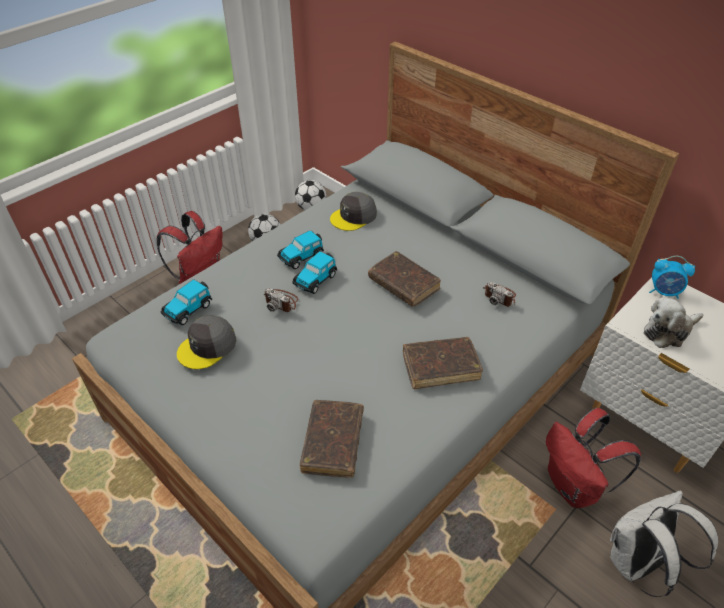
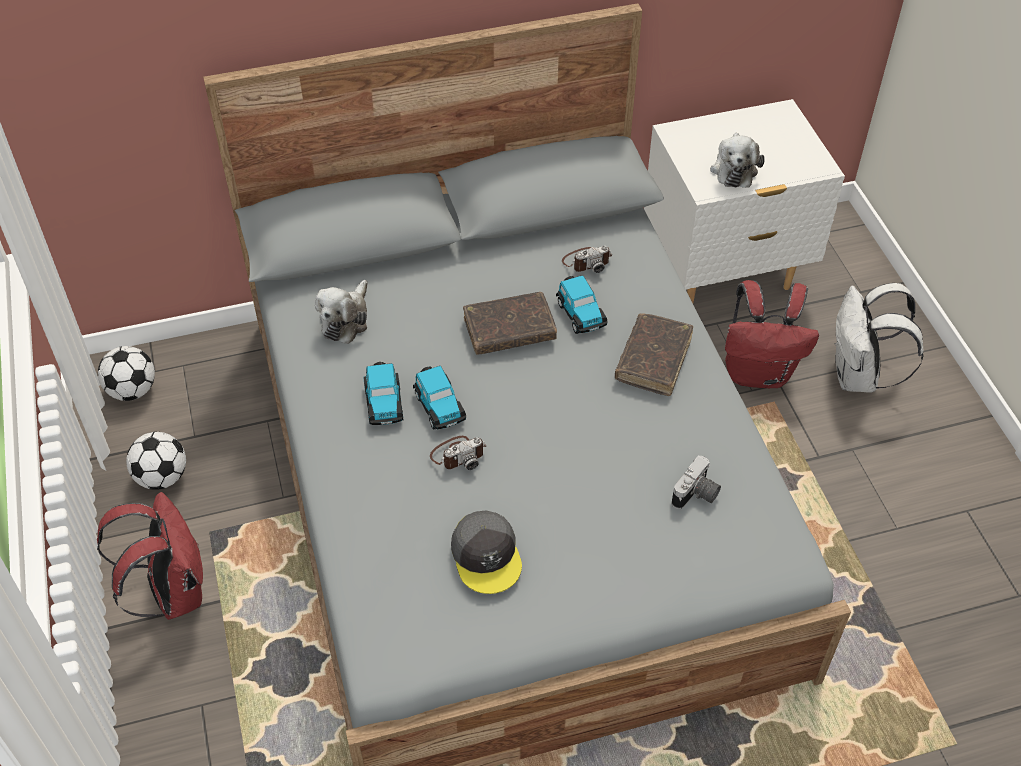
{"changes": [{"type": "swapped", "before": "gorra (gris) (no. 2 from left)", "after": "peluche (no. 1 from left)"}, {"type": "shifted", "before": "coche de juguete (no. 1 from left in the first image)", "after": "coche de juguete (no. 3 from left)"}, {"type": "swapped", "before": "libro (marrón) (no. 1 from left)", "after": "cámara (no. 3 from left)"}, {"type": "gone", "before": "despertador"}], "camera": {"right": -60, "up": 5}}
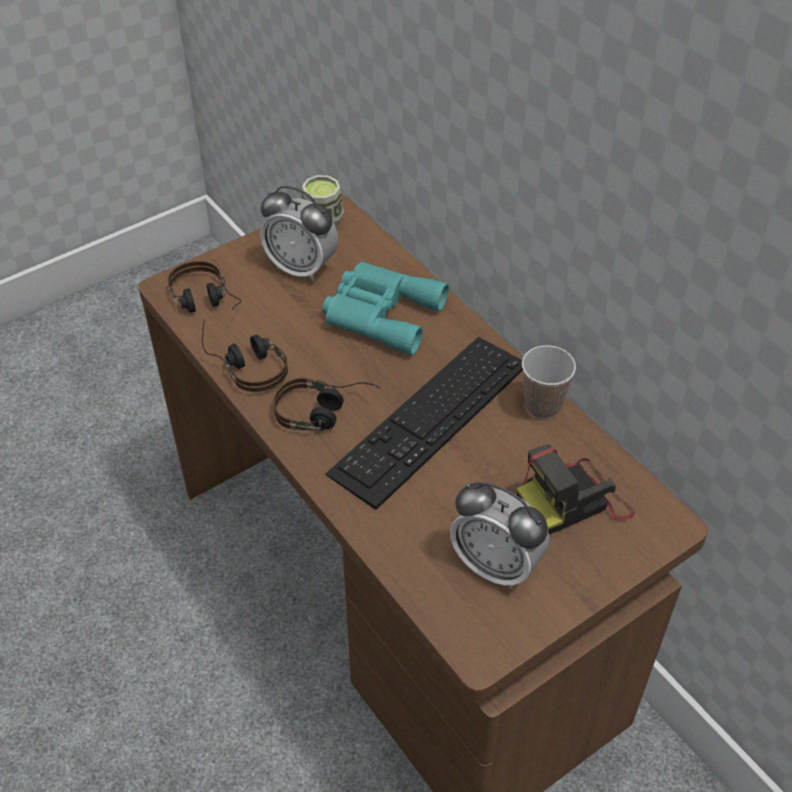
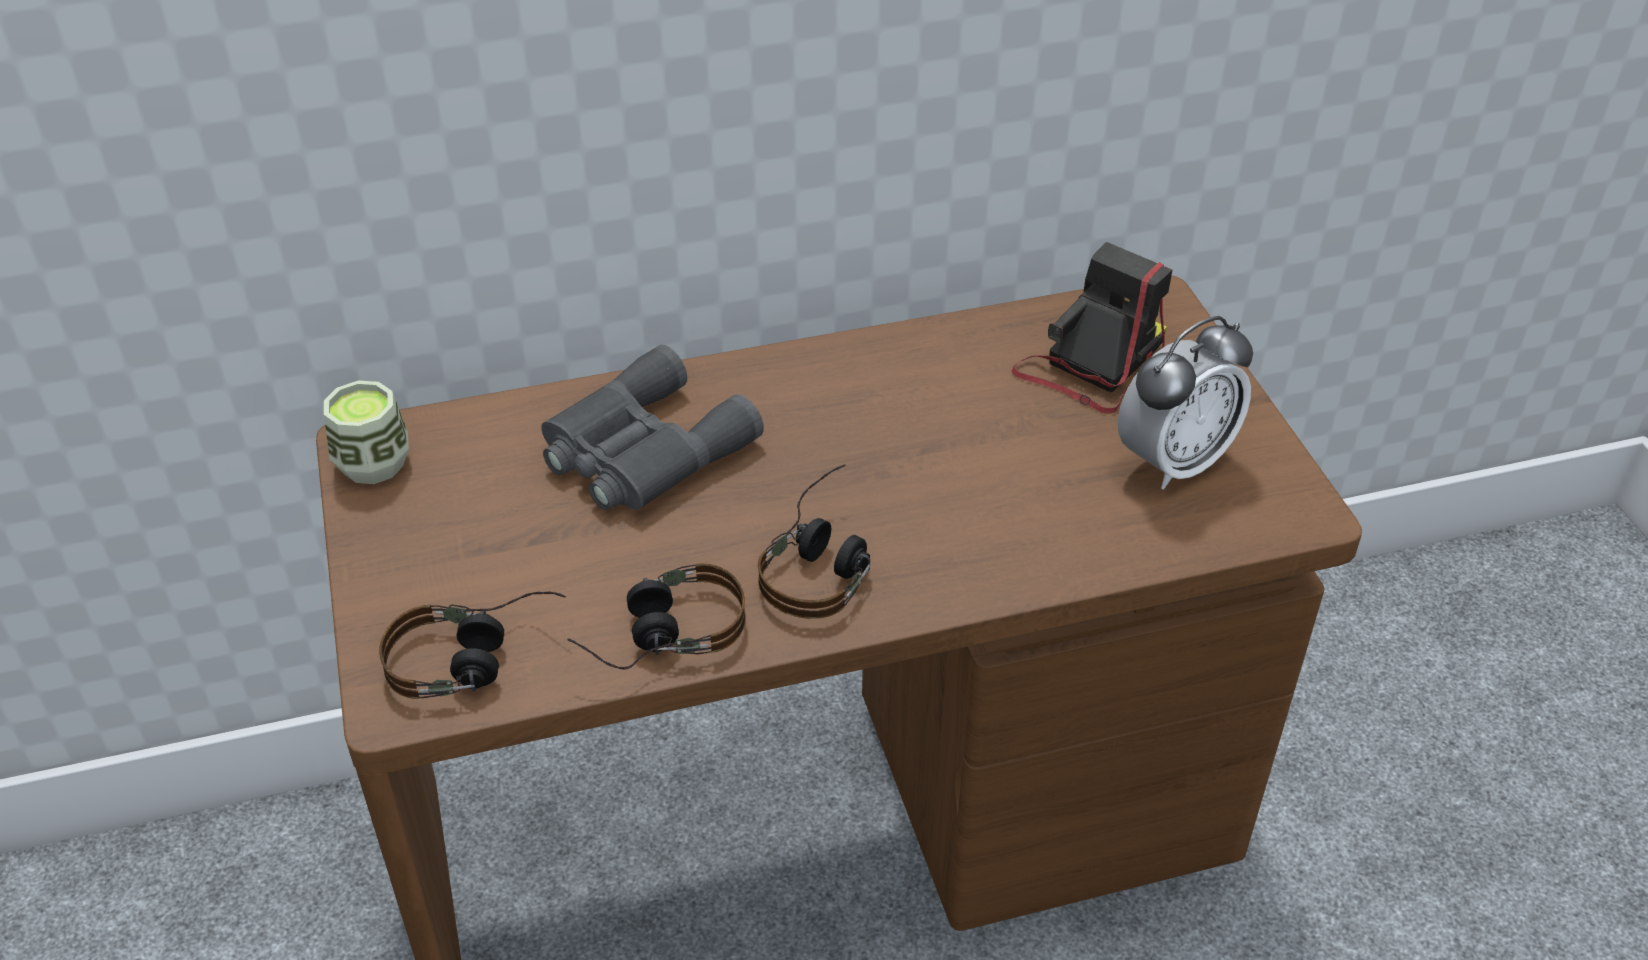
{"changes": [{"type": "repainted", "before": "prismáticos (turquesa)", "after": "prismáticos (gris)"}, {"type": "rotated", "before": "cámara", "turn": -135}, {"type": "gone", "before": "despertador (no. 1 from left)"}, {"type": "gone", "before": "teclado"}, {"type": "gone", "before": "taza (no. 2 from left)"}], "camera": {"right": -70, "up": -5}}
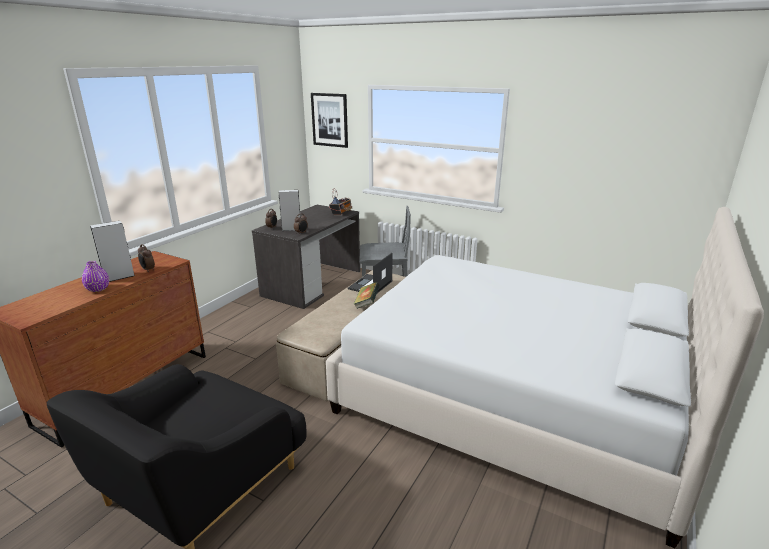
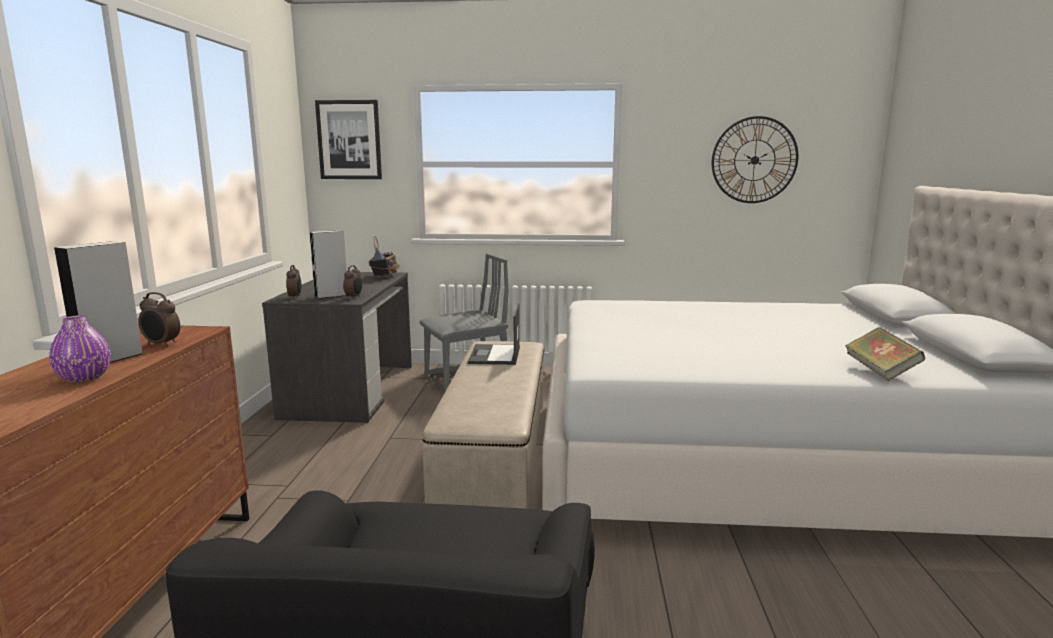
{"changes": [{"type": "new", "after": "reloj de pared"}, {"type": "shifted", "before": "libro"}], "camera": {"right": -25, "up": -10}}
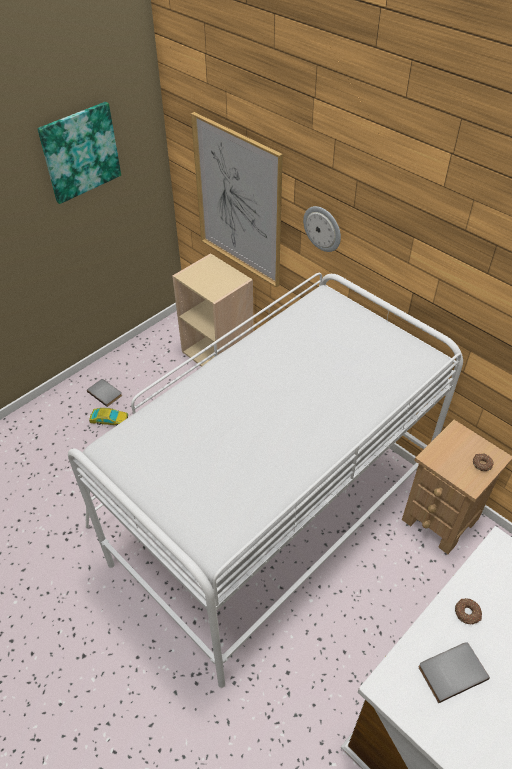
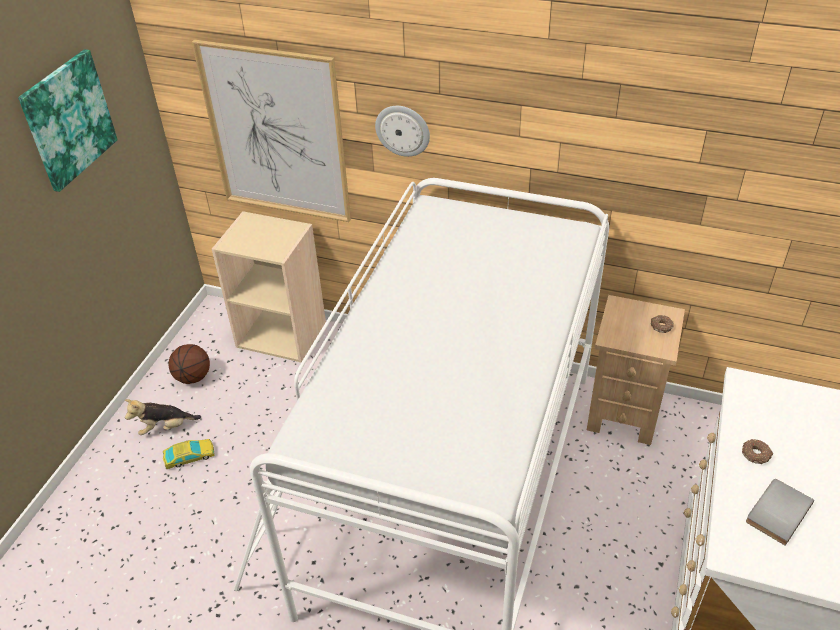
{"changes": [{"type": "swapped", "before": "libro (gris) (no. 1 from left)", "after": "peluche"}, {"type": "new", "after": "balón de baloncesto"}], "camera": {"right": -25, "up": -5}}
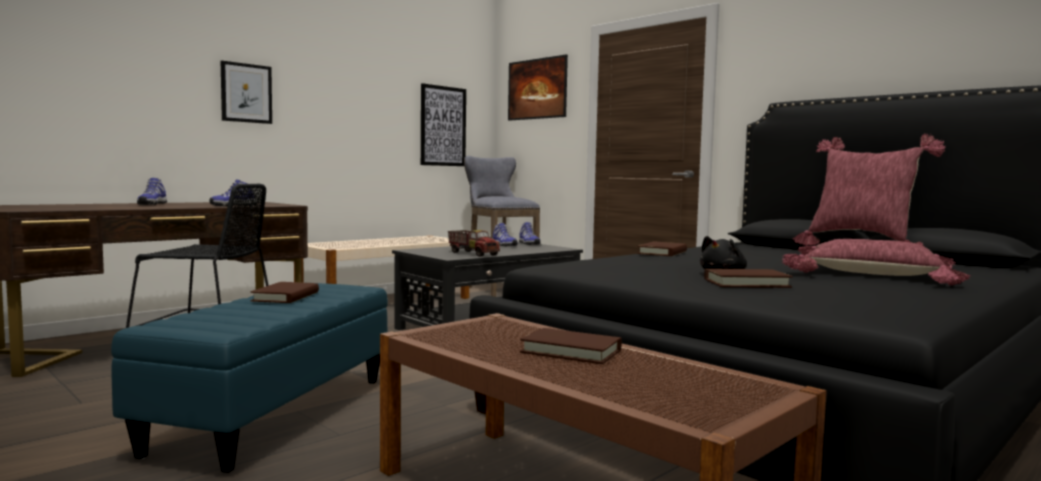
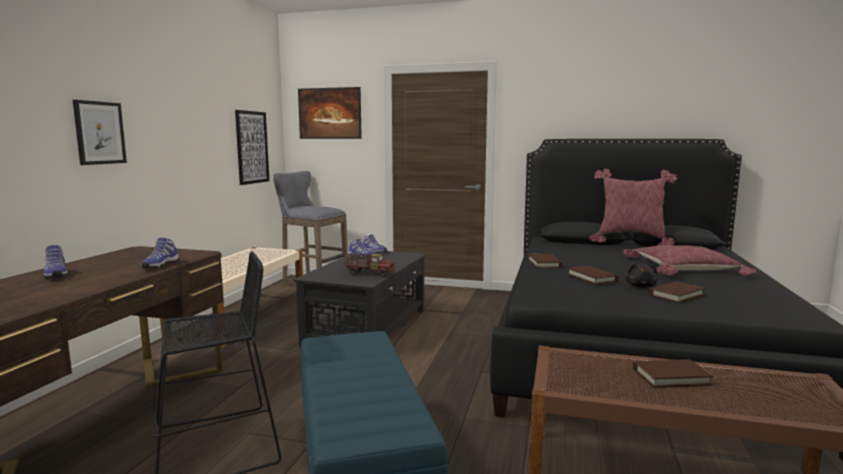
{"changes": [{"type": "shifted", "before": "libro (marrón) (no. 1 from left in the first image)", "after": "libro (marrón) (no. 2 from left)"}], "camera": {"right": -30, "up": 5}}
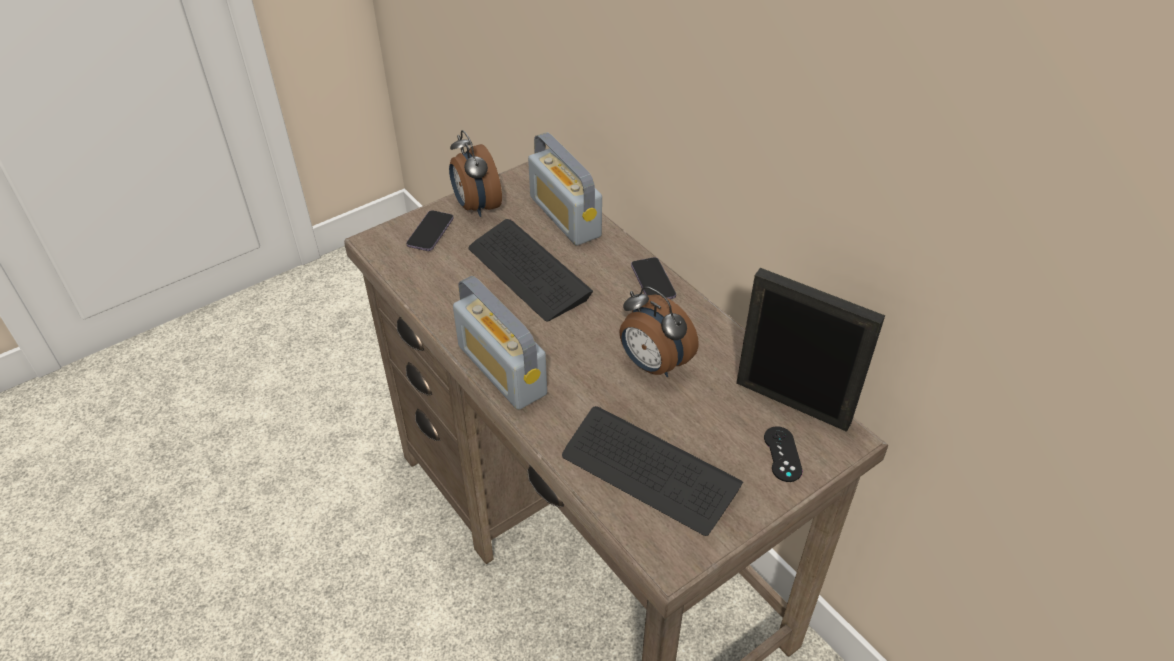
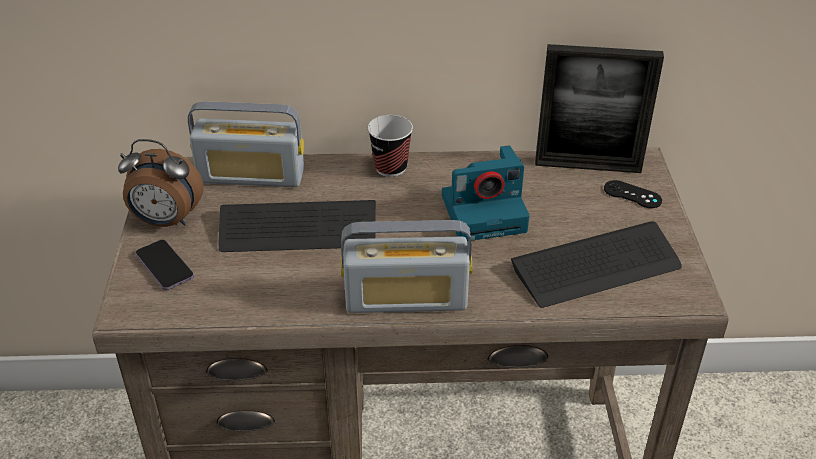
{"changes": [{"type": "swapped", "before": "móvil (no. 2 from left)", "after": "taza"}, {"type": "swapped", "before": "despertador (no. 2 from left)", "after": "cámara"}, {"type": "rotated", "before": "portarretratos", "turn": -150}], "camera": {"right": -55, "up": -5}}
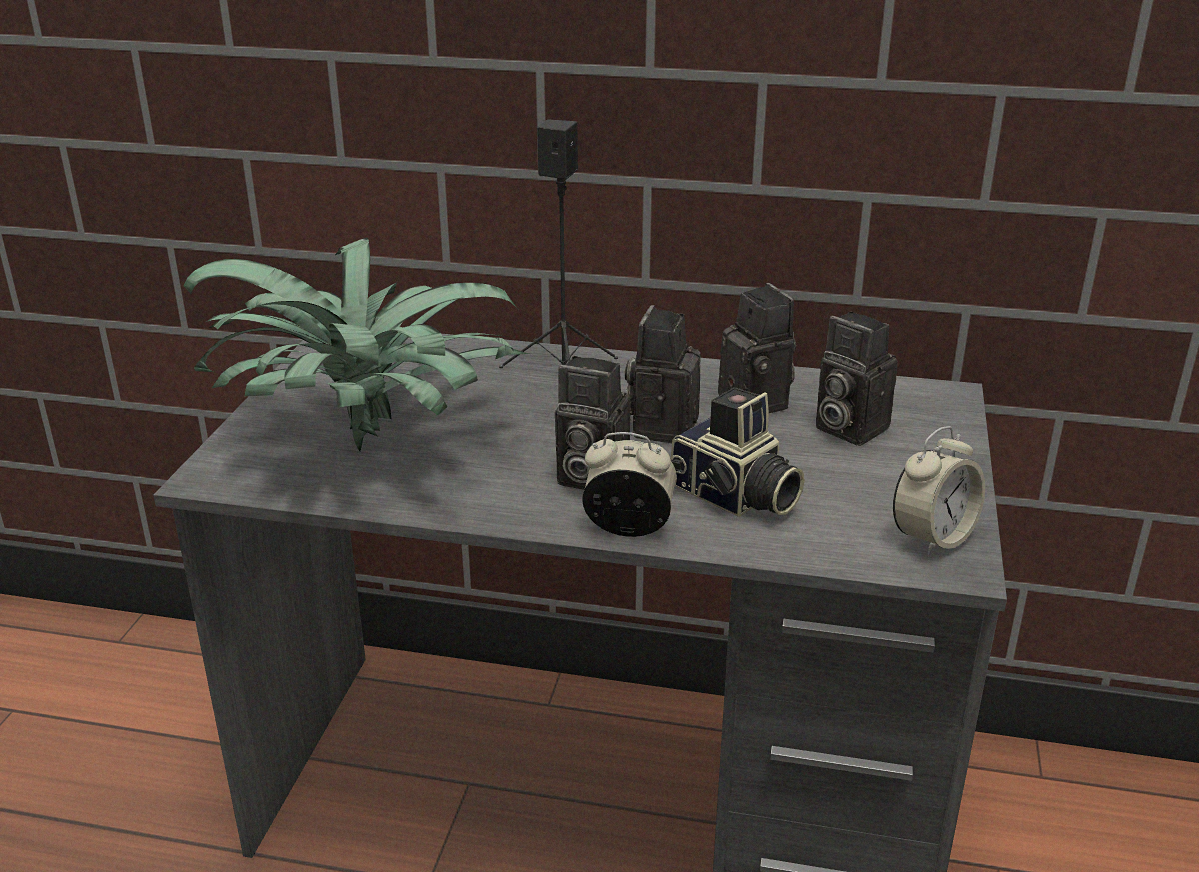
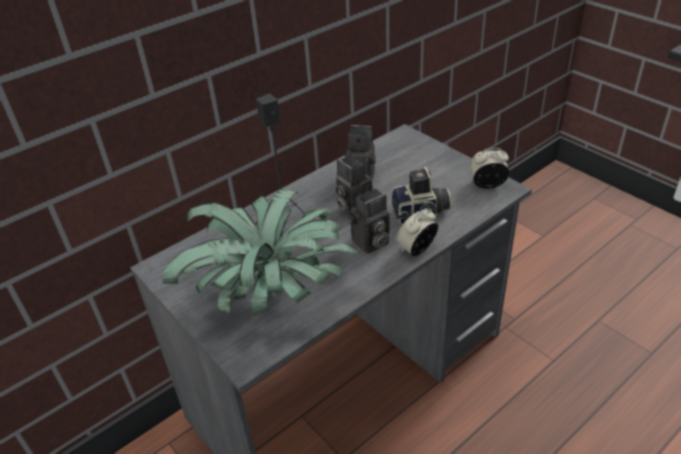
{"changes": [{"type": "rotated", "before": "despertador (no. 2 from left)", "turn": -90}, {"type": "gone", "before": "cámara (no. 5 from left)"}], "camera": {"right": -50, "up": 10}}
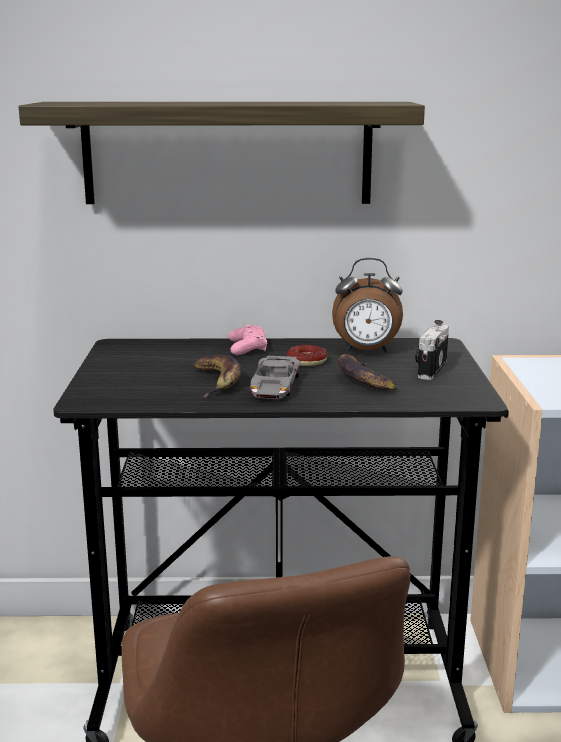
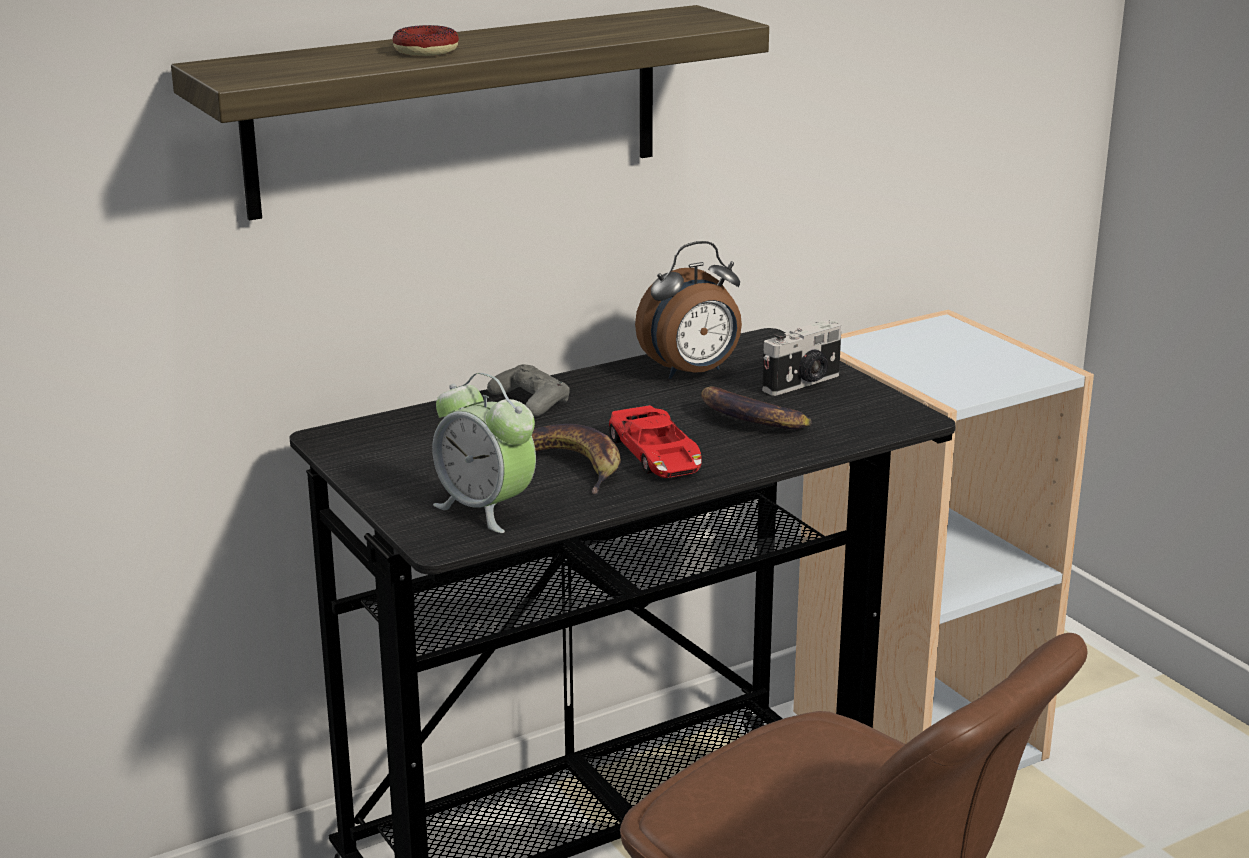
{"changes": [{"type": "shifted", "before": "rosquilla"}, {"type": "new", "after": "despertador (no. 1 from left)"}, {"type": "repainted", "before": "mando de consola (rosa)", "after": "mando de consola (gris)"}, {"type": "repainted", "before": "coche de juguete (gris)", "after": "coche de juguete (rojo)"}, {"type": "rotated", "before": "cámara", "turn": -120}], "camera": {"right": -30, "up": 5}}
